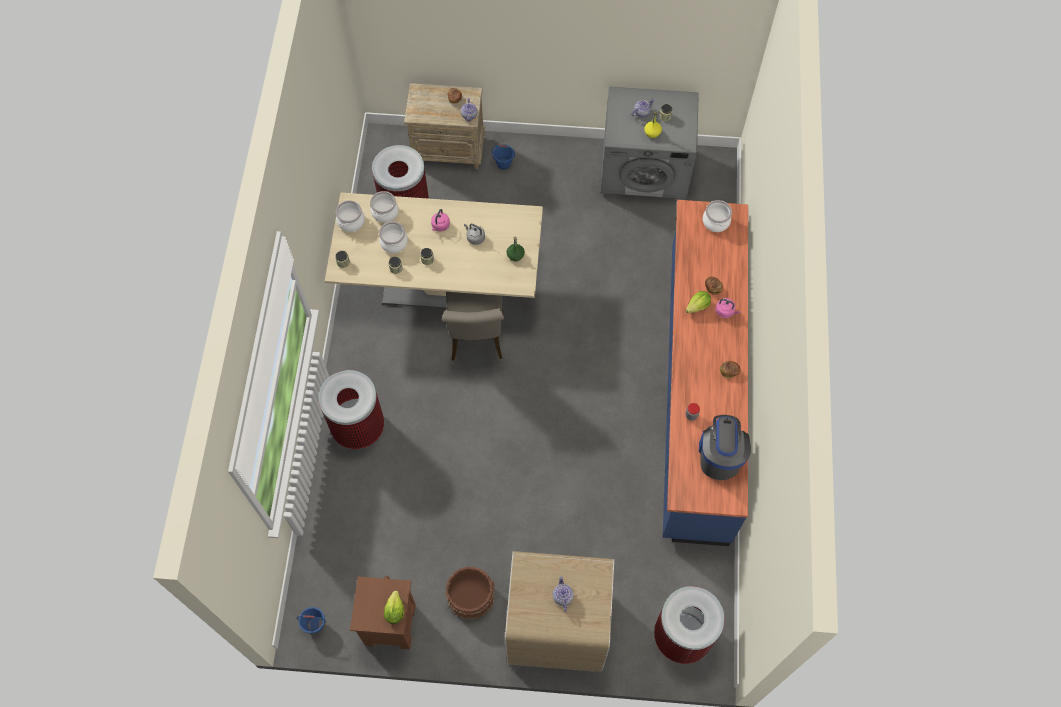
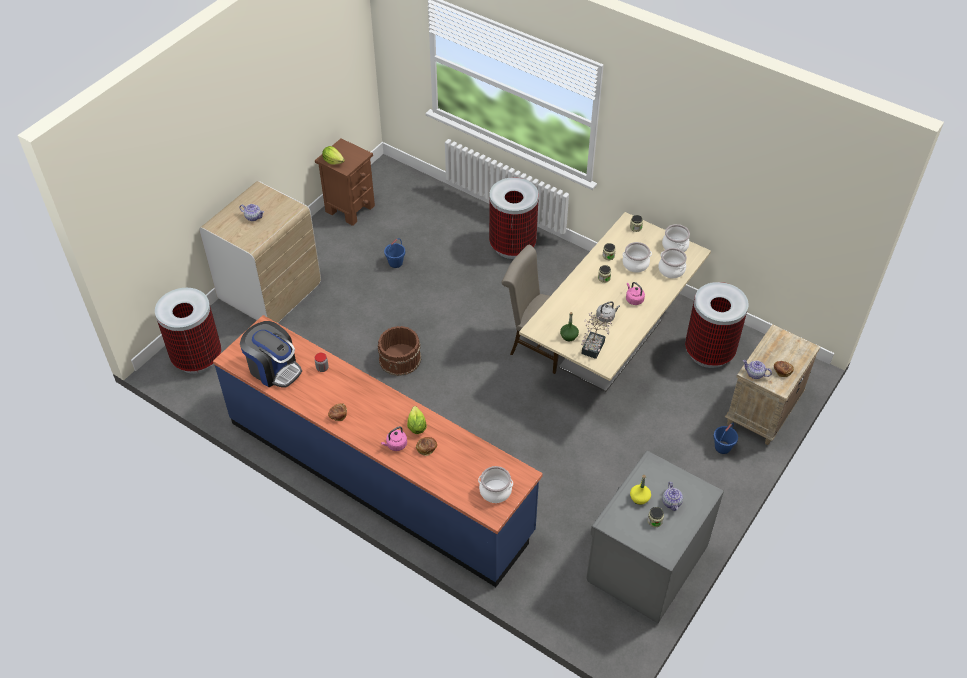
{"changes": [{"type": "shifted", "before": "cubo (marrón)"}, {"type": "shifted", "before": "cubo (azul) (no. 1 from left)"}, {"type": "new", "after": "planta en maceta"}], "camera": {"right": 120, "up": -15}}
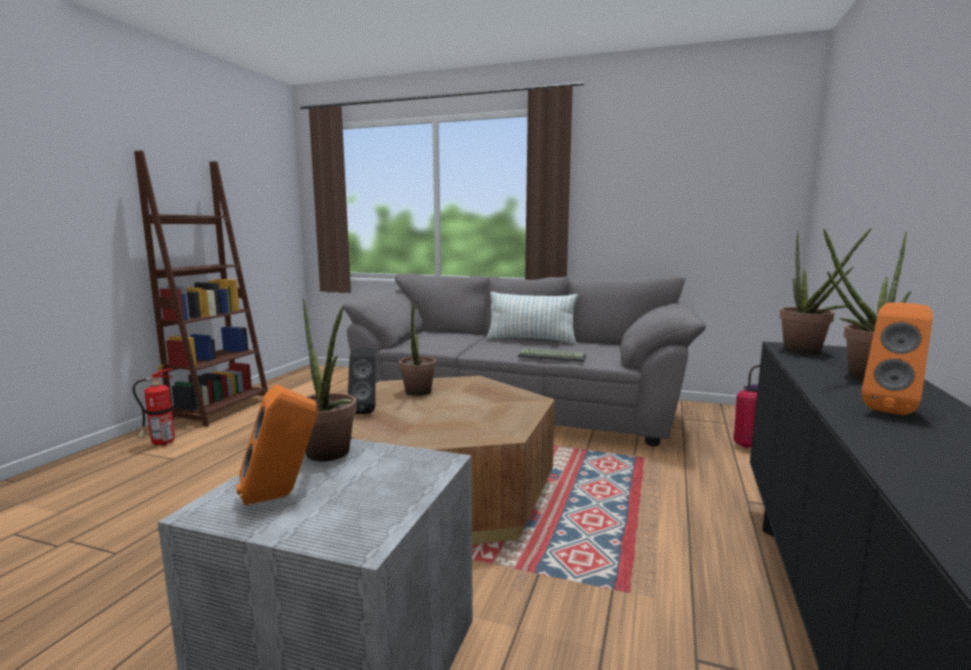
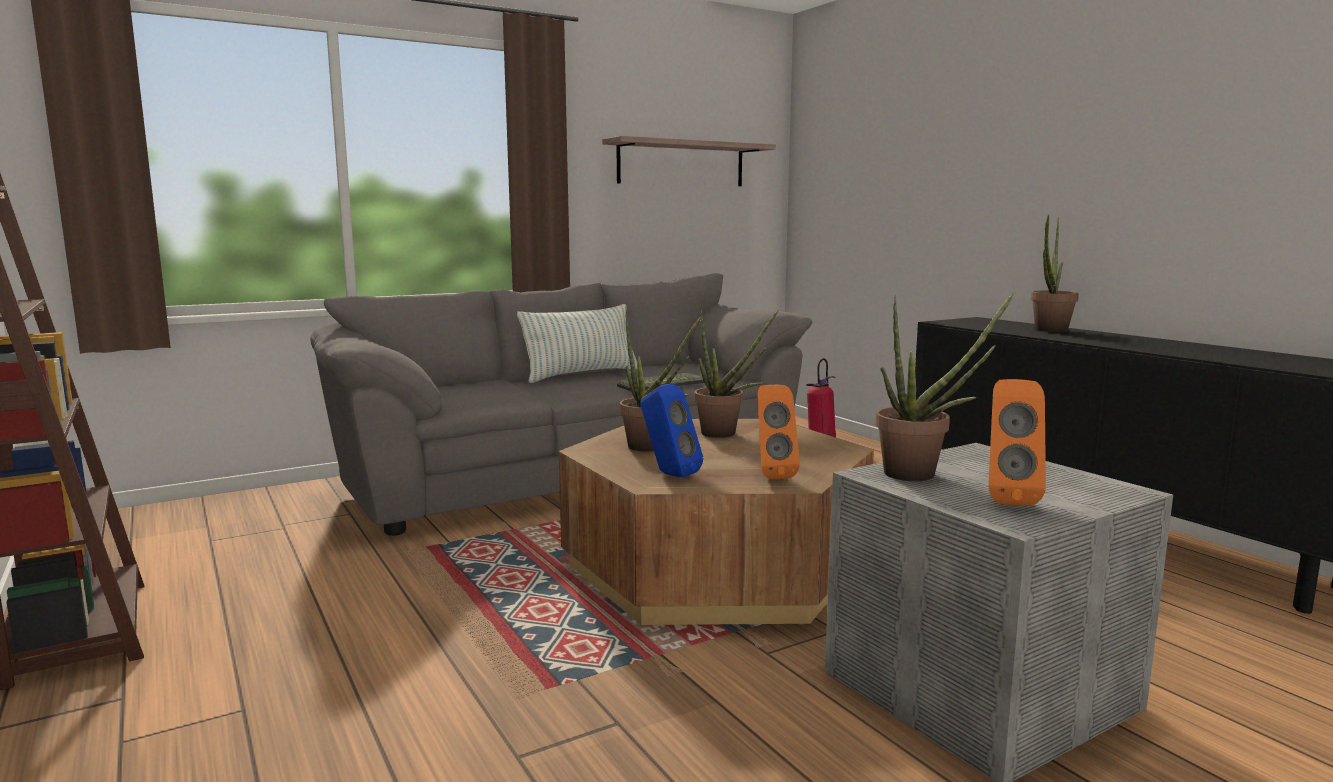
{"changes": [{"type": "new", "after": "estante"}, {"type": "repainted", "before": "altavoz (negro)", "after": "altavoz (azul)"}, {"type": "shifted", "before": "planta en maceta (no. 3 from left in the first image)", "after": "planta en maceta (no. 2 from left)"}, {"type": "shifted", "before": "altavoz (naranja) (no. 2 from left in the first image)", "after": "altavoz (naranja) (no. 1 from left)"}, {"type": "gone", "before": "extintor (no. 1 from left)"}], "camera": {"right": -50, "up": 0}}
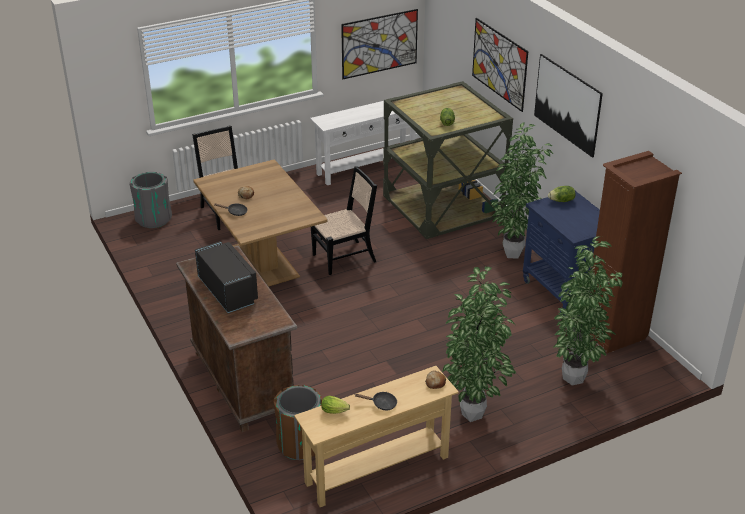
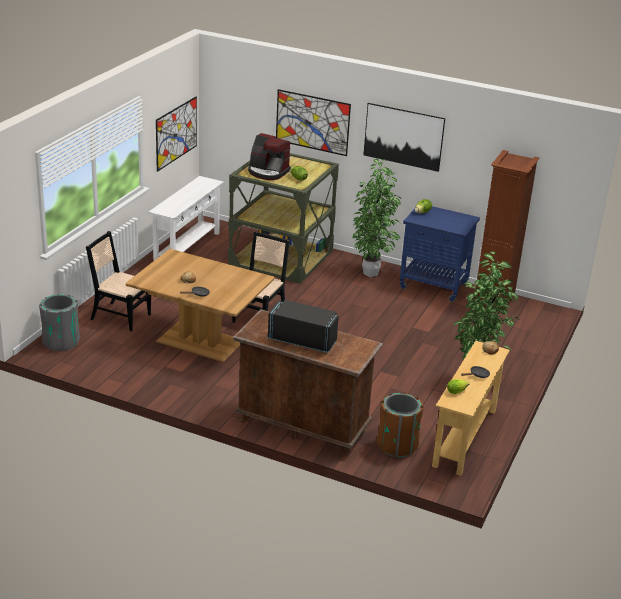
{"changes": [{"type": "new", "after": "cafetera"}, {"type": "gone", "before": "planta en maceta (no. 3 from left)"}], "camera": {"right": -40, "up": -5}}
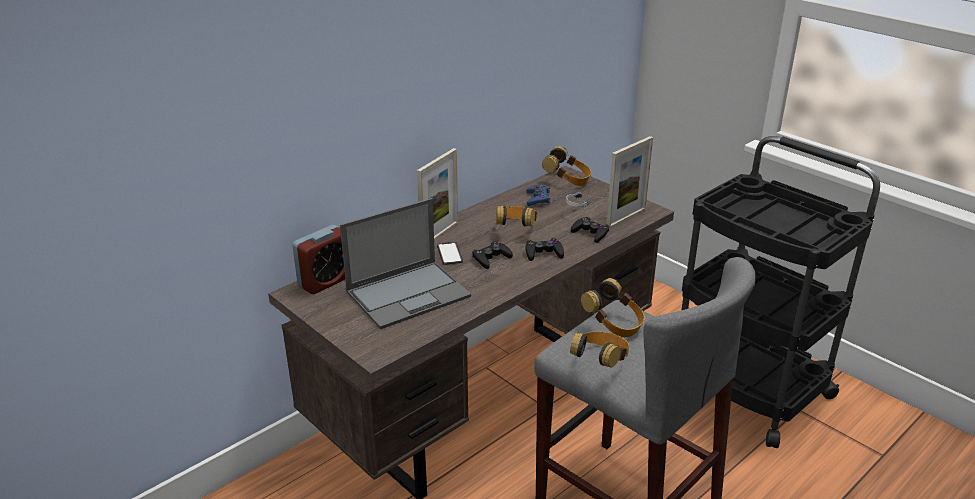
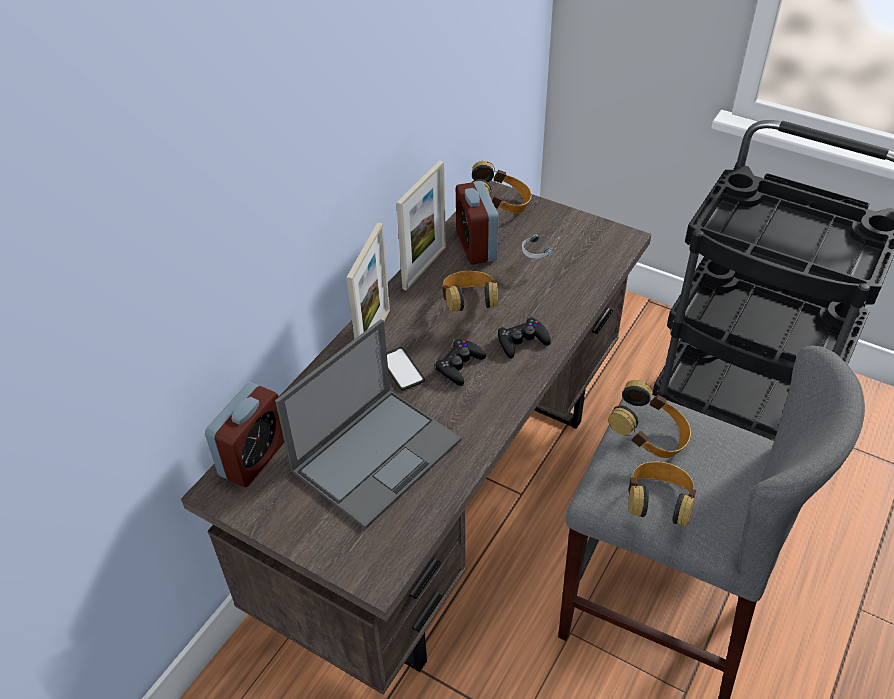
{"changes": [{"type": "shifted", "before": "portarretratos (no. 2 from left)"}, {"type": "swapped", "before": "mando de consola (azul)", "after": "despertador (no. 2 from left)"}, {"type": "gone", "before": "mando de consola (negro) (no. 3 from left)"}], "camera": {"right": -15, "up": 15}}
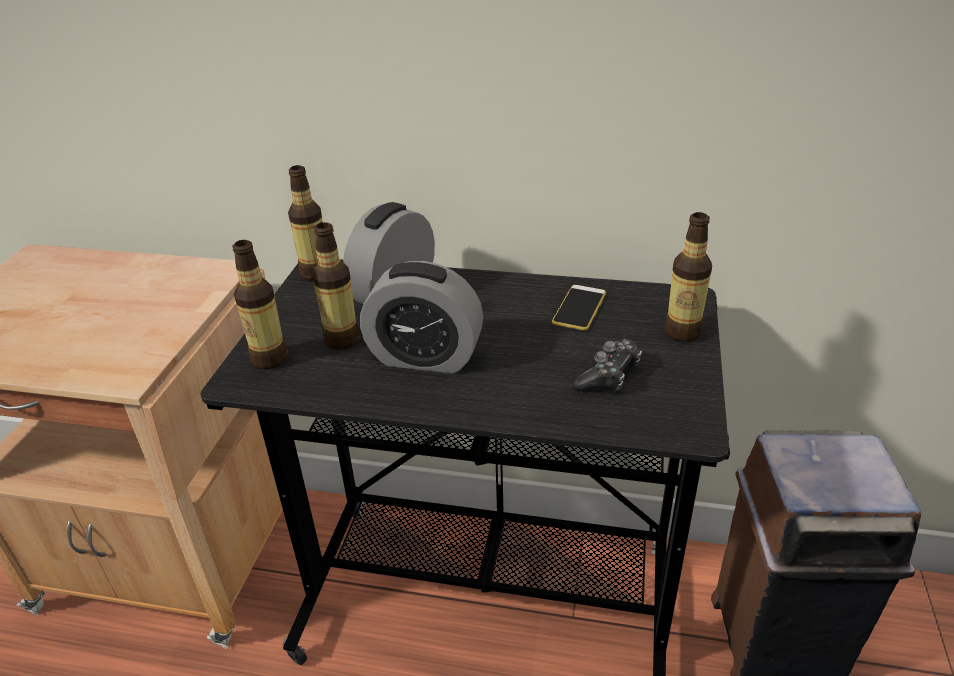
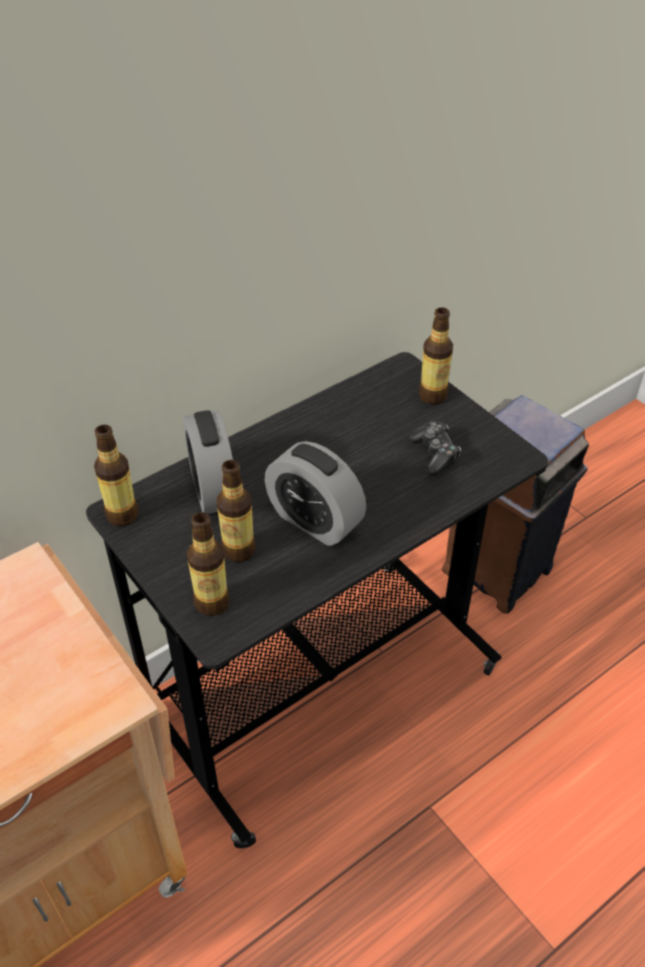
{"changes": [{"type": "rotated", "before": "despertador (no. 2 from left)", "turn": 75}, {"type": "gone", "before": "móvil"}], "camera": {"right": -50, "up": 10}}
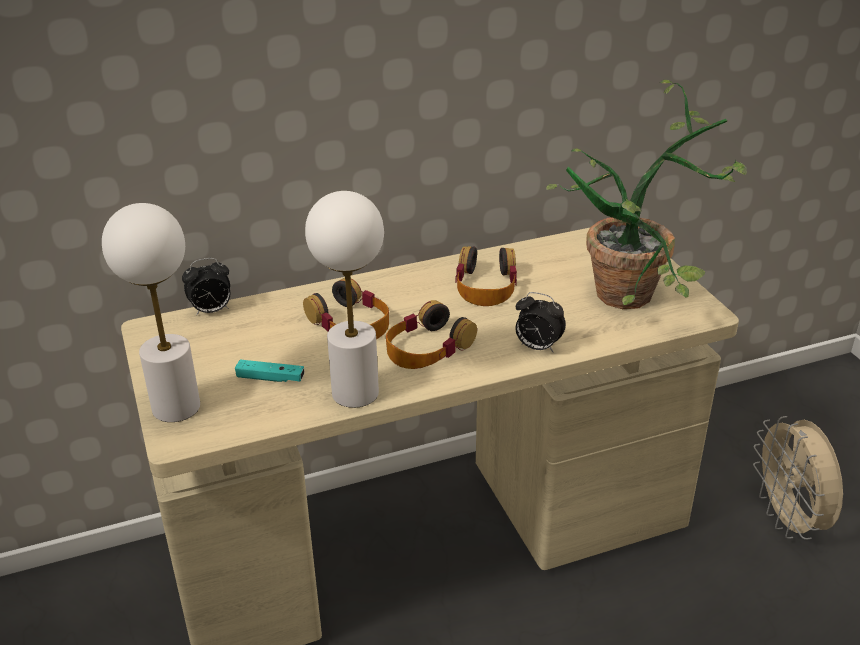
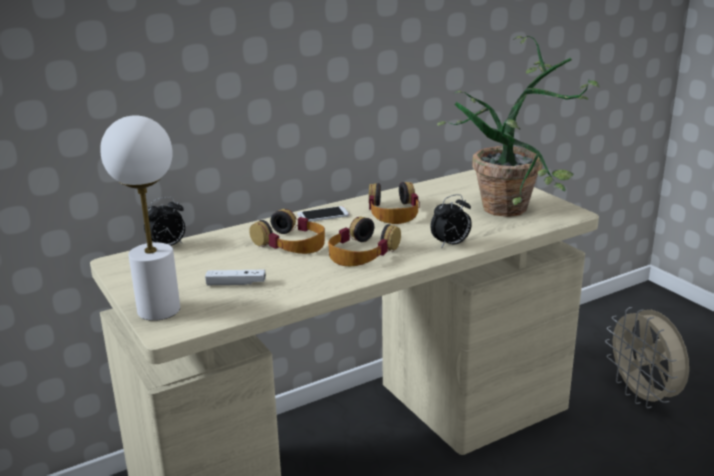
{"changes": [{"type": "repainted", "before": "mando de consola (turquesa)", "after": "mando de consola (blanco)"}, {"type": "new", "after": "móvil"}, {"type": "rotated", "before": "despertador (no. 2 from left)", "turn": -45}, {"type": "gone", "before": "lámpara de mesa (blanco) (no. 2 from left)"}], "camera": {"right": -10, "up": -10}}
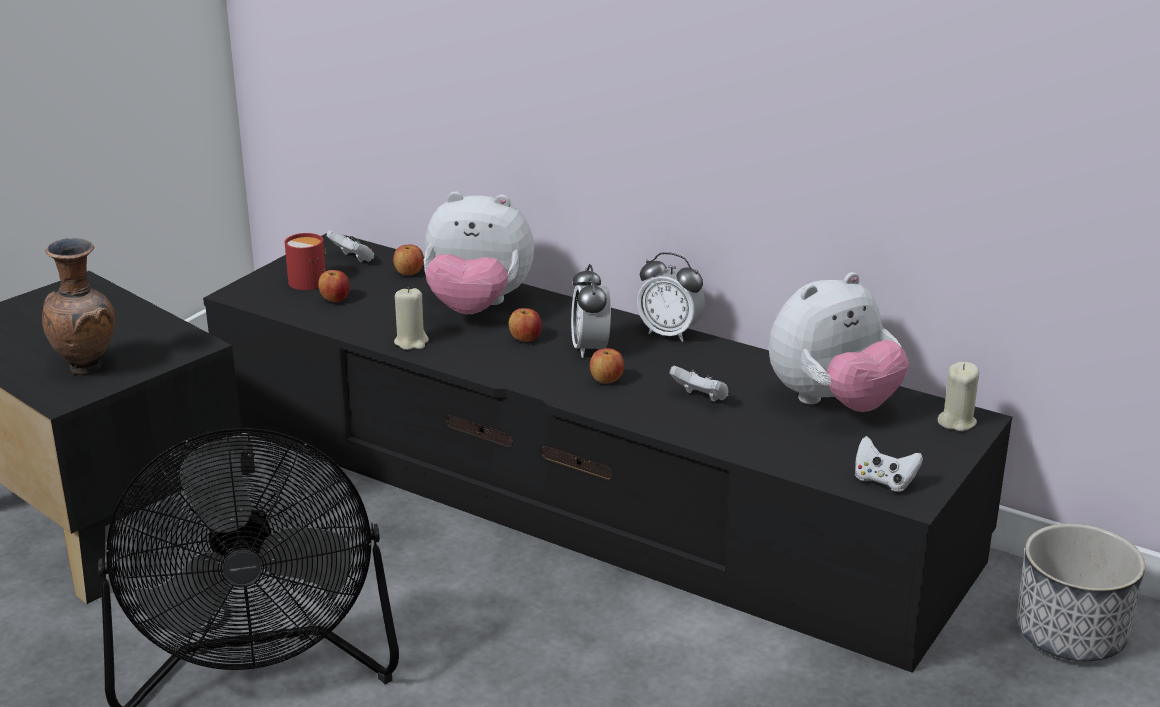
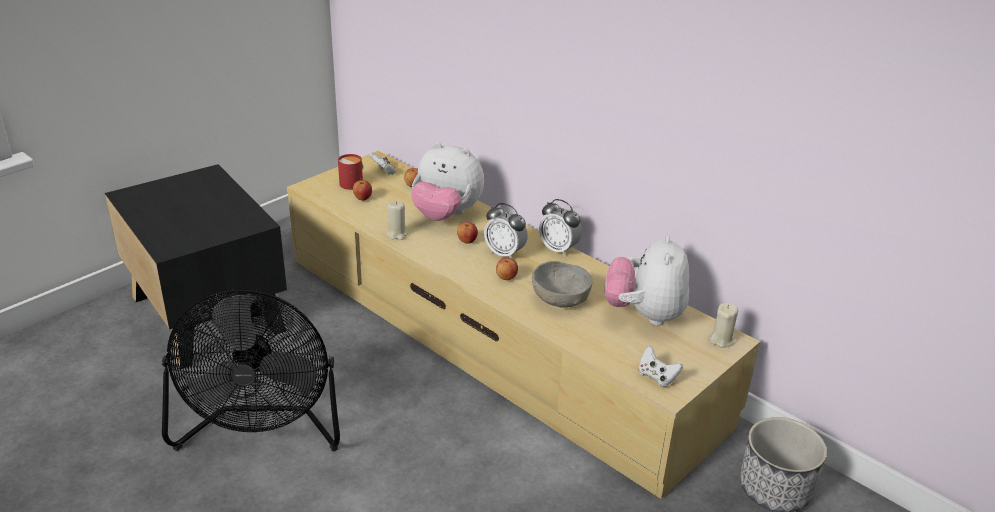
{"changes": [{"type": "repainted", "before": "mueble de televisión (negro)", "after": "mueble de televisión (beis)"}, {"type": "rotated", "before": "despertador (no. 1 from left)", "turn": -60}, {"type": "swapped", "before": "mando de consola (blanco) (no. 2 from left)", "after": "cuenco (gris)"}, {"type": "rotated", "before": "peluche (no. 2 from left)", "turn": 120}, {"type": "gone", "before": "florero (marrón)"}], "camera": {"right": 10, "up": 5}}
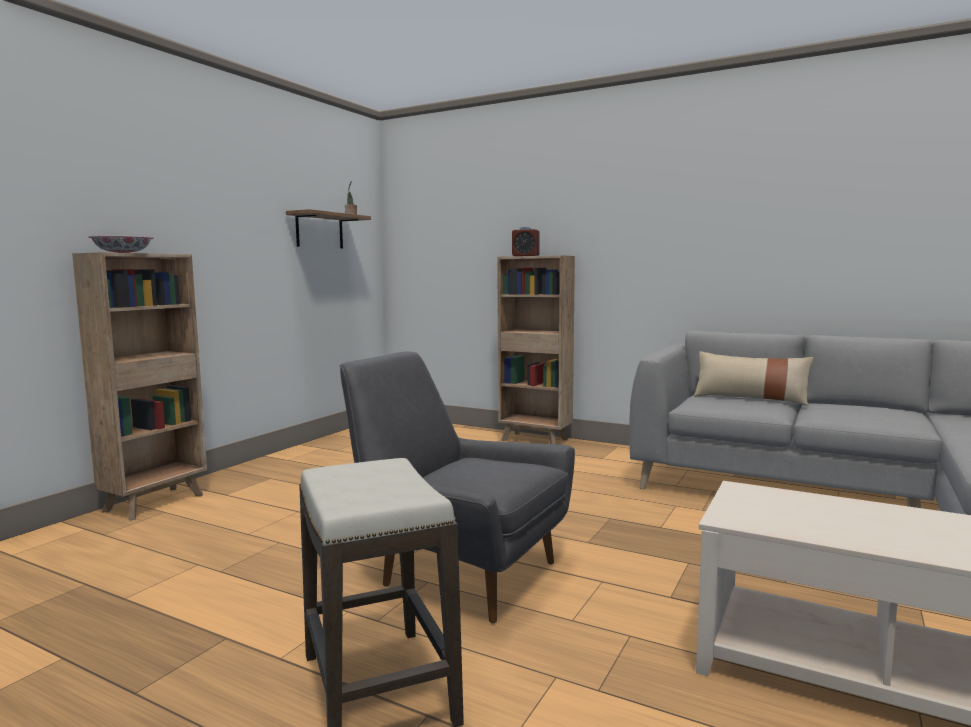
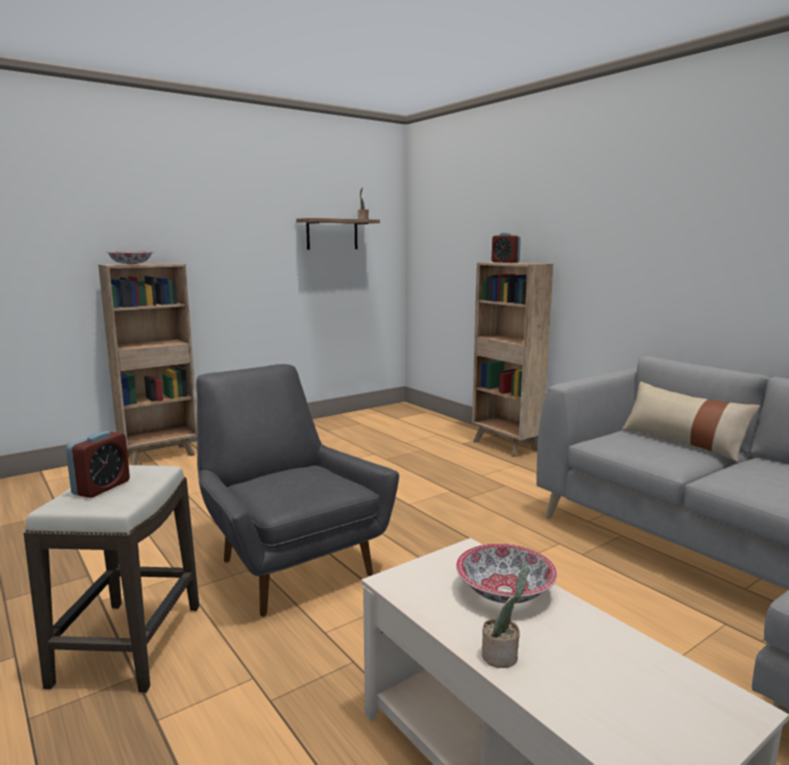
{"changes": [{"type": "new", "after": "despertador (no. 1 from left)"}, {"type": "new", "after": "cuenco (no. 2 from left)"}, {"type": "new", "after": "planta en maceta (no. 2 from left)"}], "camera": {"right": 25, "up": 5}}
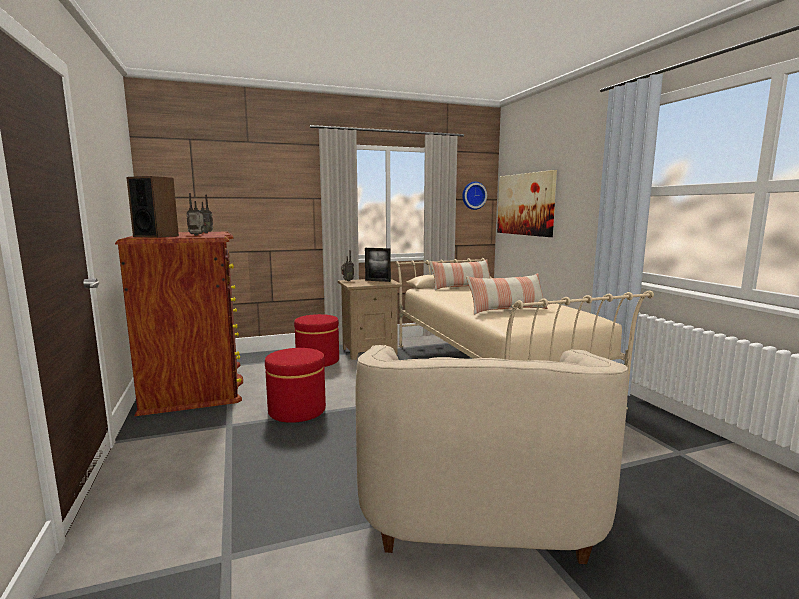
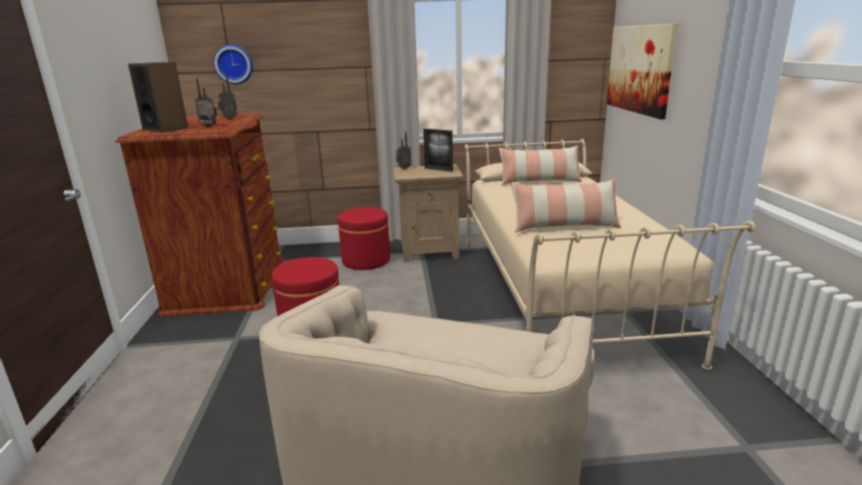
{"changes": [{"type": "shifted", "before": "reloj de pared"}], "camera": {"right": 15, "up": 10}}
